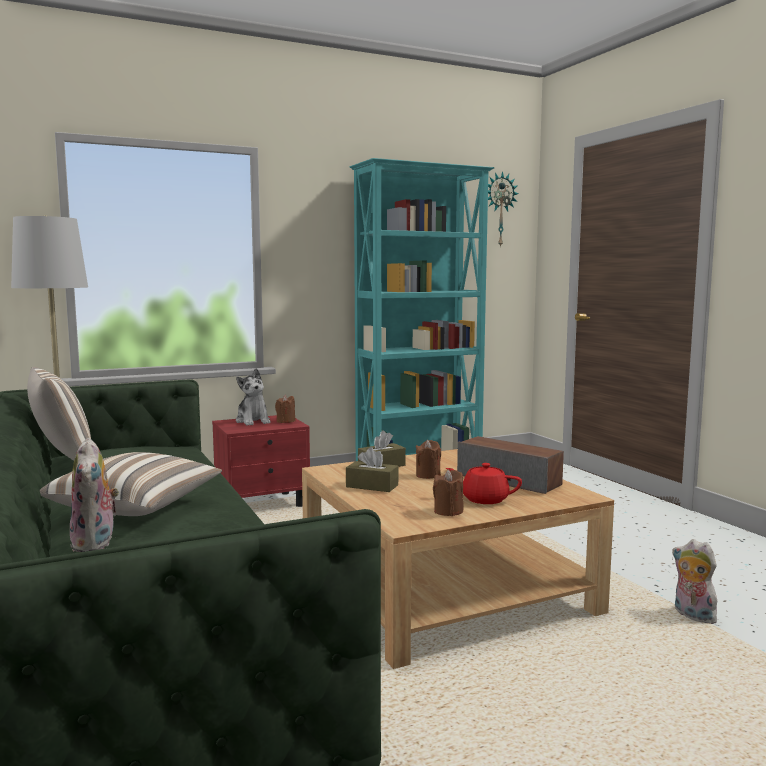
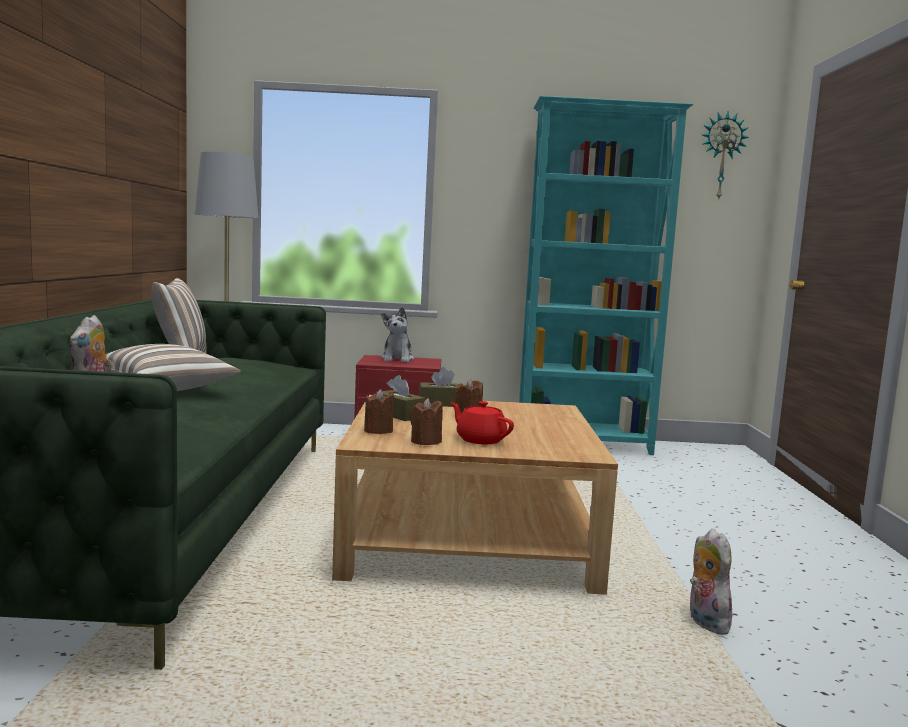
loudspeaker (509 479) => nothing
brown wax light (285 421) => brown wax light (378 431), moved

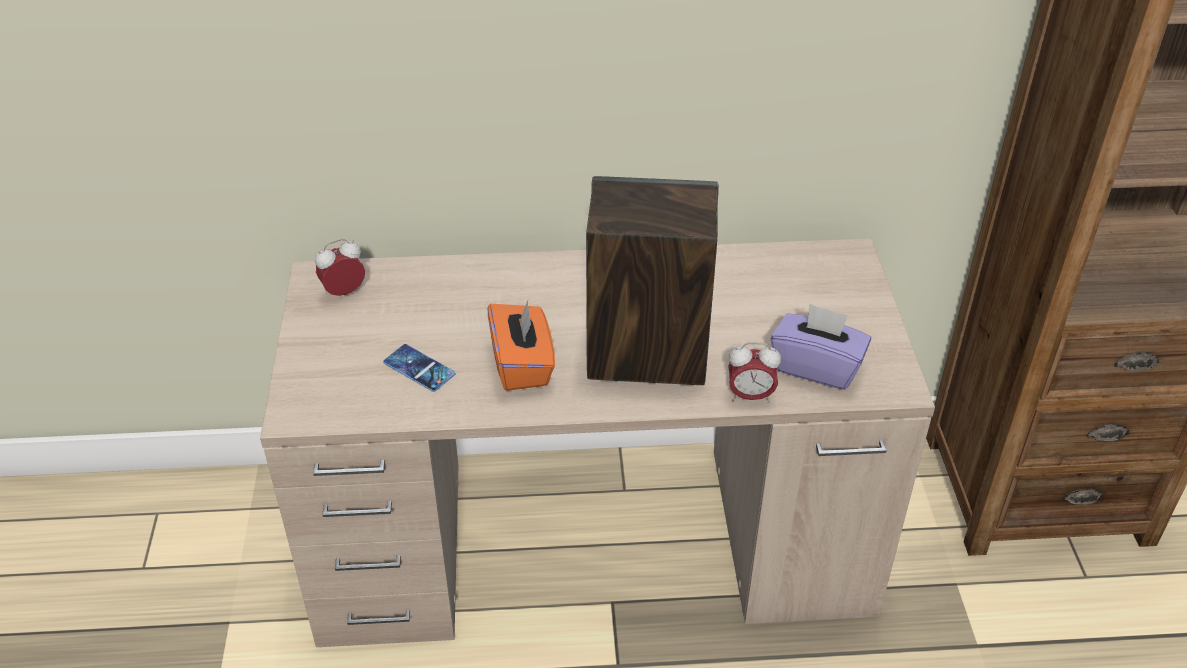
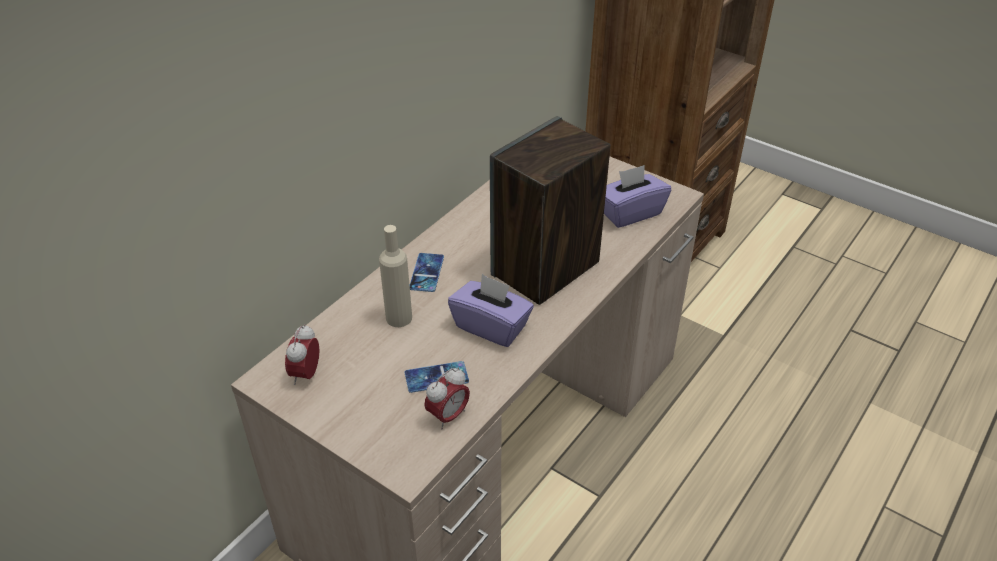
nothing => beige-coloured beverage bottle (399 318)
nothing => handset (426 272)
table clock (750 396) => table clock (448 416), moved
orangey box of tissues (522 365) => purple-coloured box of tissues (491 326)

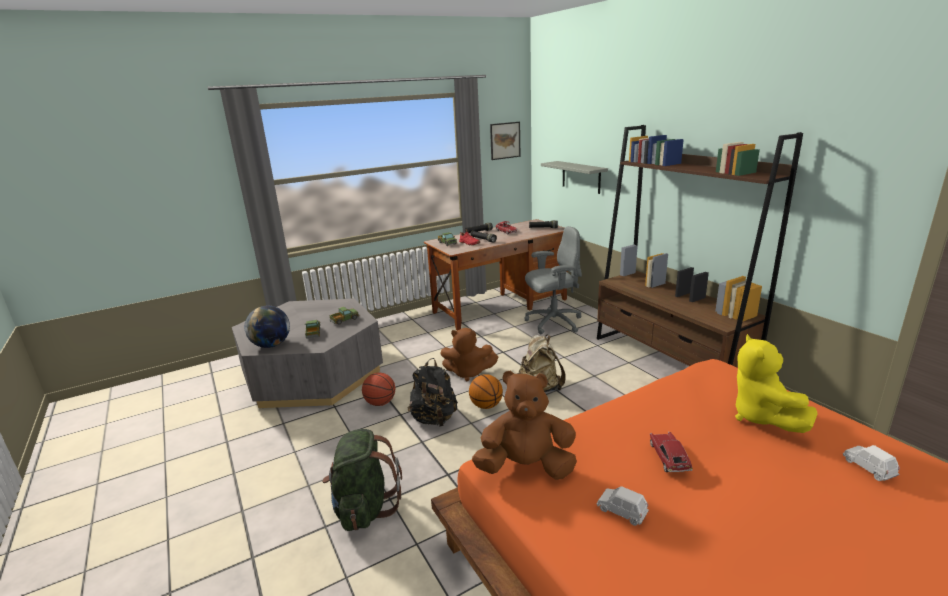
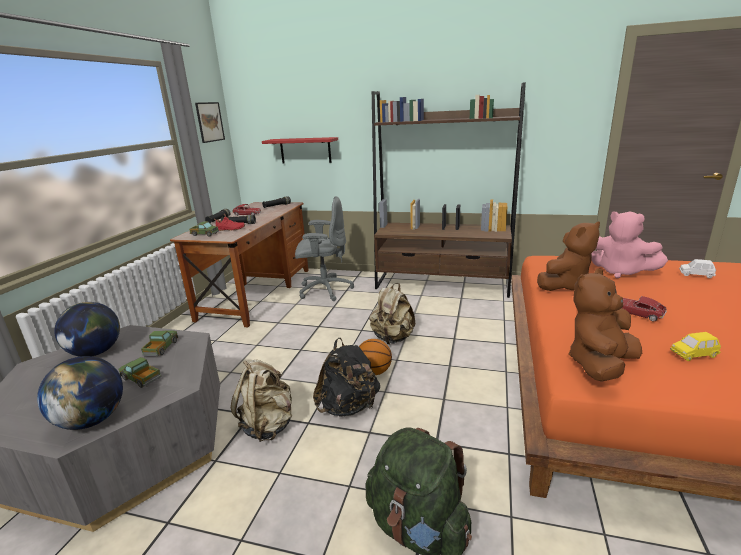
nothing => world globe (96 352)
brown soft toy (468 373) => brown soft toy (565 285), moved
basketball ball (380 403) => beige-coloured backpack (268 425)
greyish shelf (581 177) => red-coloured shelf (305 150)
white toy car (621 512) => yellow toy car (693 355)
yellow soft toy (762 417) => pinkish soft toy (620 272)
greyish desk chair (553 323) => greyish desk chair (324 290), 60 degrees clockwise

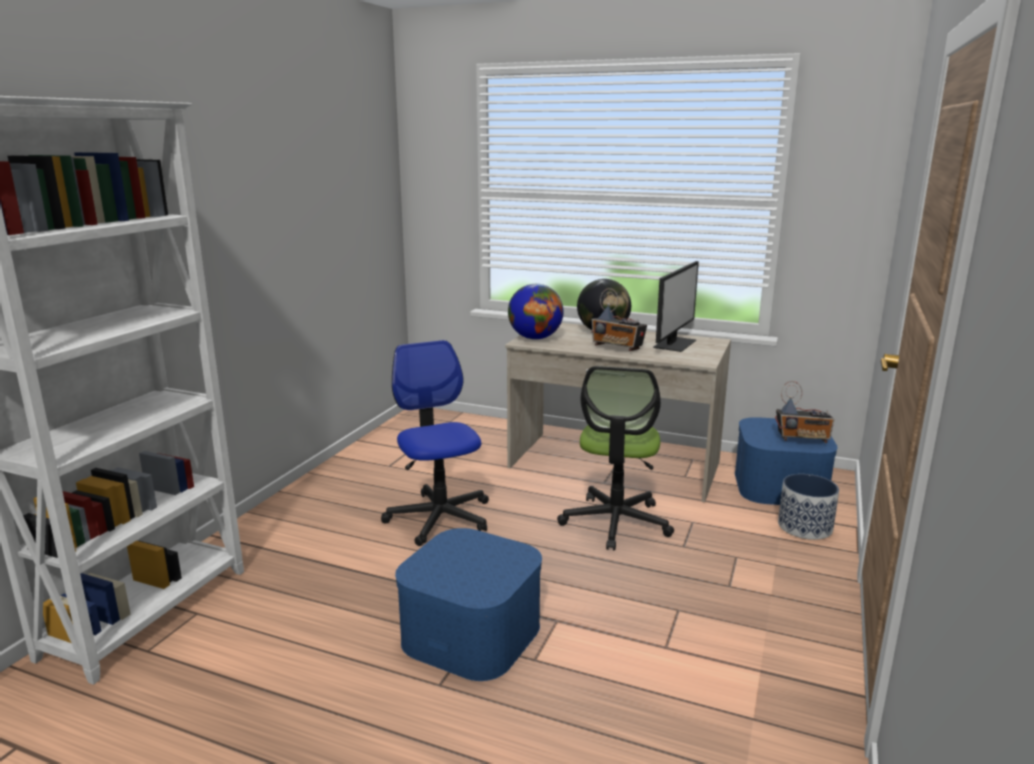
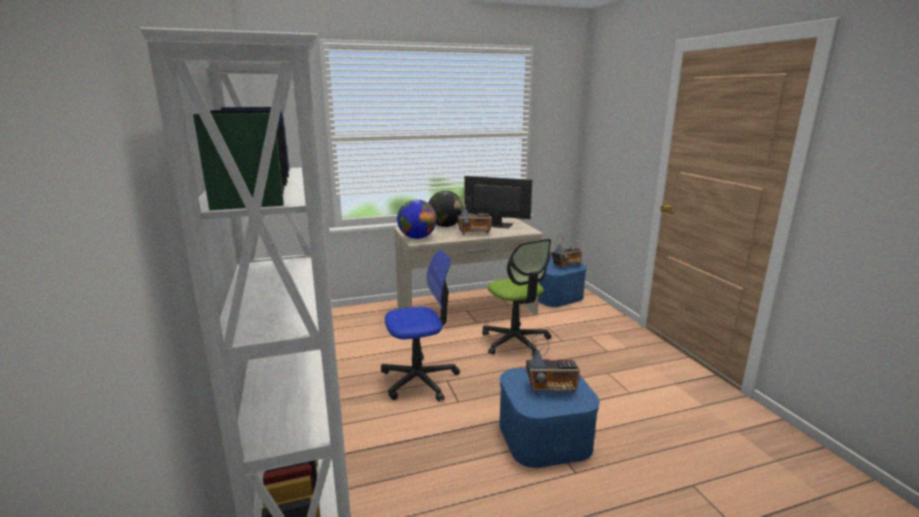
flower pot (805 527) => nothing
nothing => radio receiver (552 388)
desk chair (439 518) => desk chair (419 380), 135 degrees clockwise
monitor (674 343) => monitor (496 225), 60 degrees counterclockwise

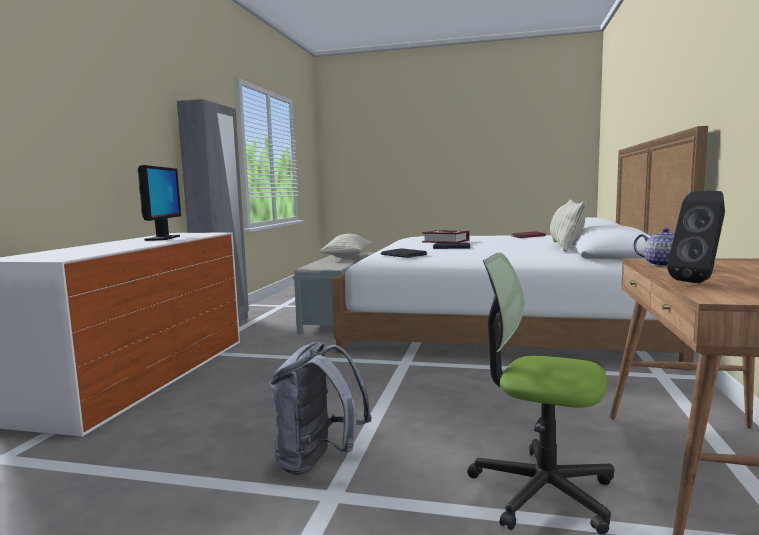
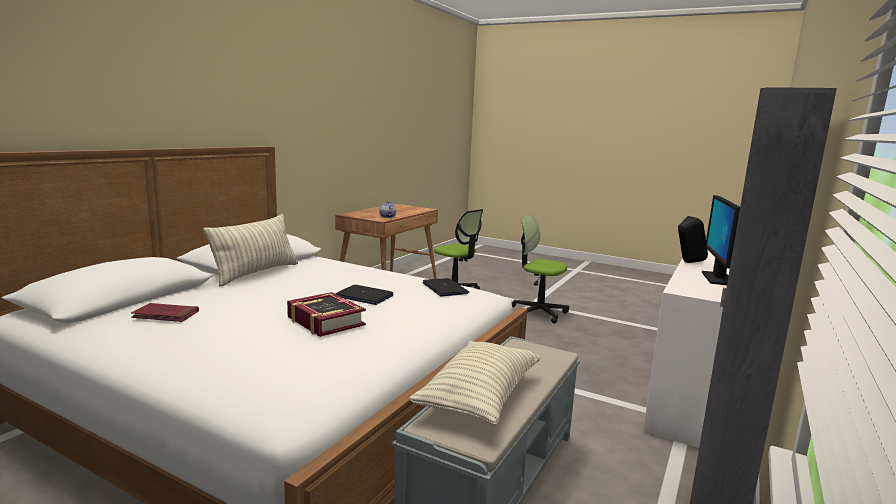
black loudspeaker (699 282) => black loudspeaker (687 262), moved
greyish backpack (318 462) => desk chair (538 312)

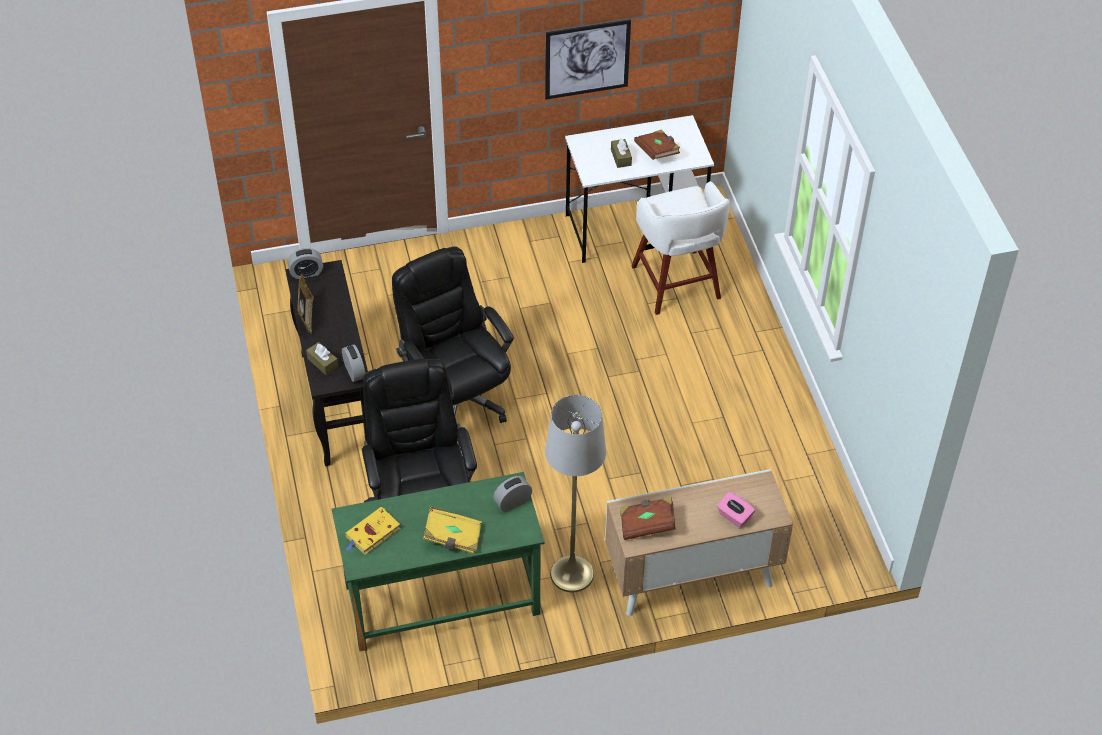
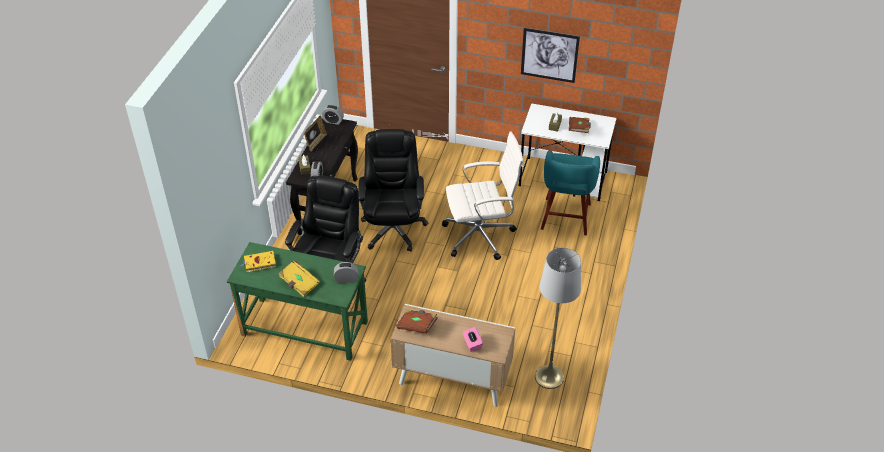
nothing => white desk chair (481 235)
greyish standing lamp (572 574) => greyish standing lamp (549 377), moved
white stool seat (676 284) => blue-green stool seat (565 218)

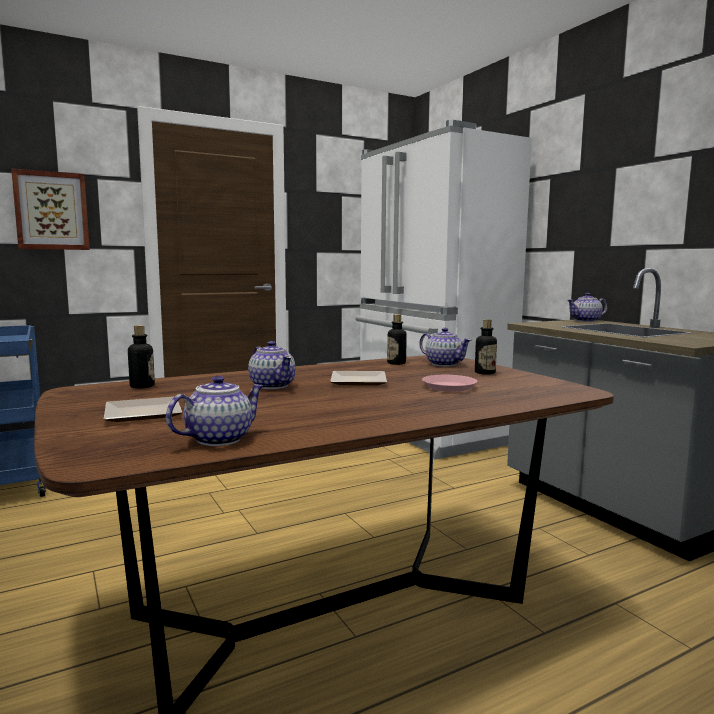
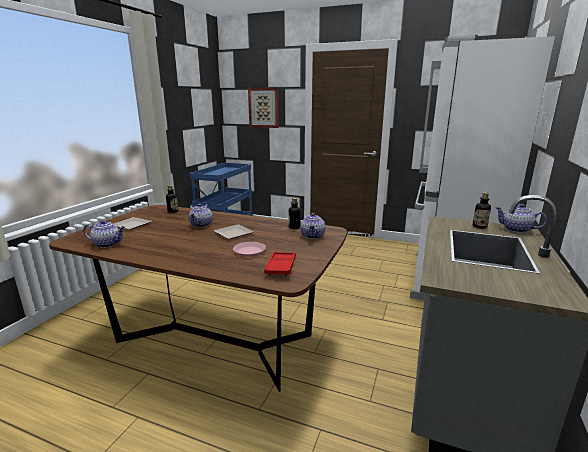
nothing => red-coloured serving tray (281 267)
beverage bottle (485 373) => beverage bottle (479 226), moved

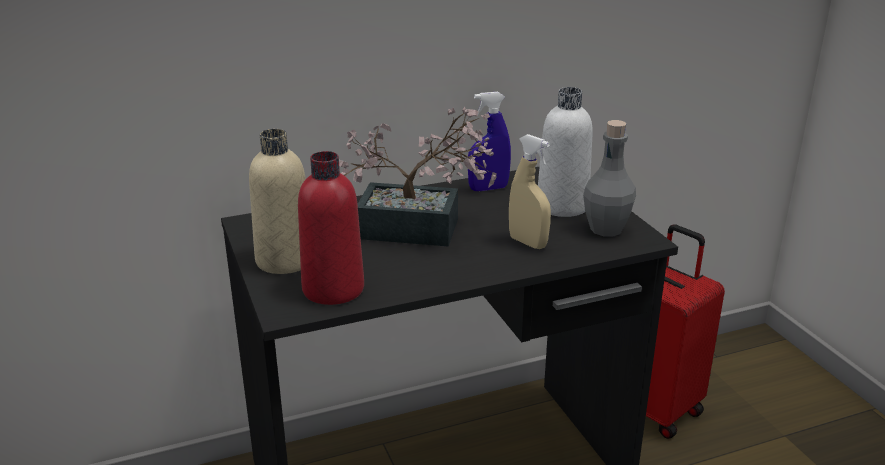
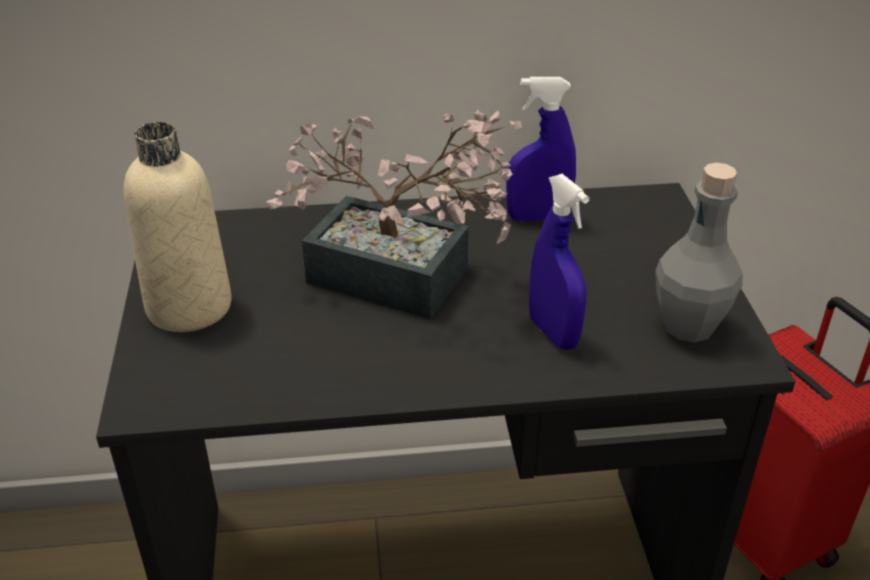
red-coloured beverage bottle (333 289) => nothing
white beverage bottle (562 206) => nothing
beige-coloured sprayer (528 242) => blue sprayer (553 332)

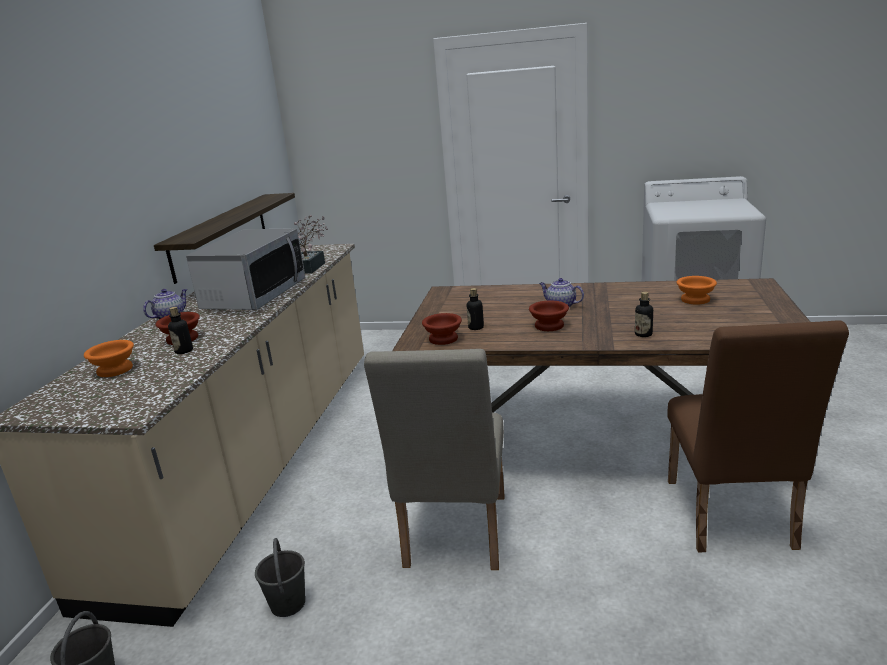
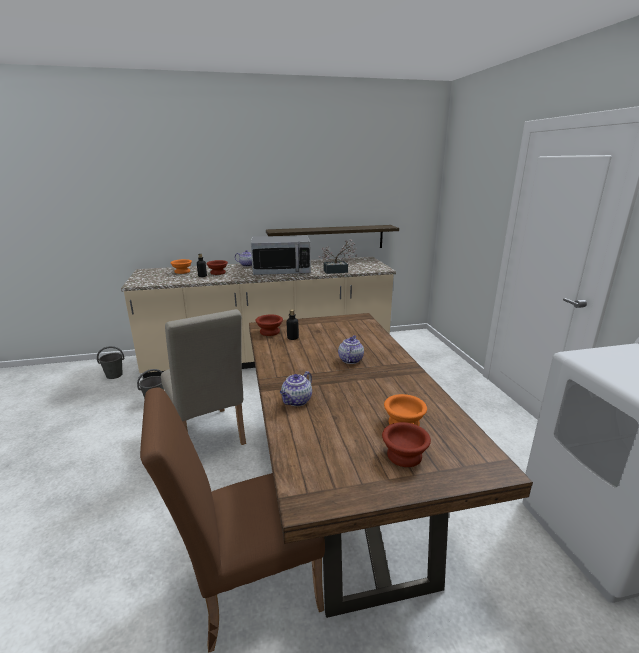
brown deep dish (548 326) => brown deep dish (403 455), moved
beverage bottle (643 334) => pot for tea (296 401)
beige-coloured chair (454 537) => beige-coloured chair (208 438), 105 degrees counterclockwise

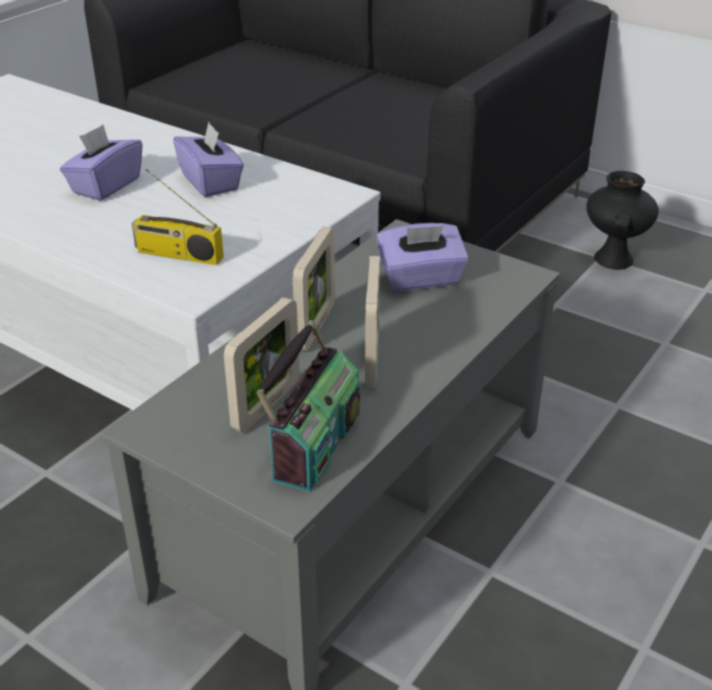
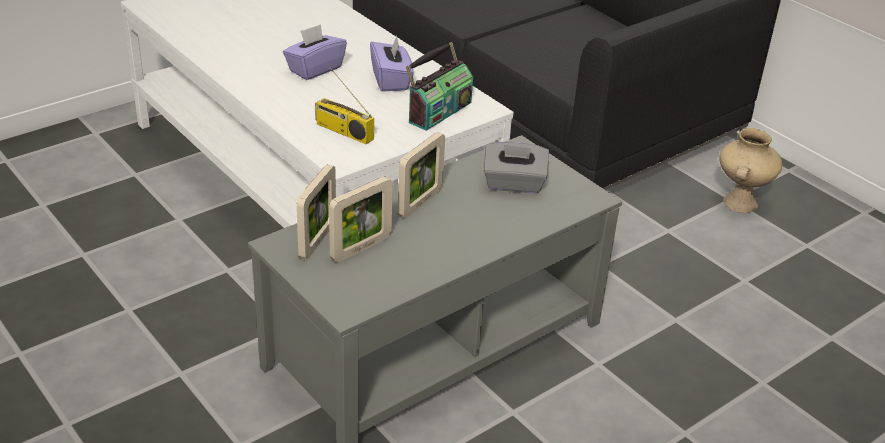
radio receiver (313 443) => radio receiver (438 111), moved
picture frame (372 361) => picture frame (317 240), moved
purple-coloured box of tissues (420 279) => greyish box of tissues (514 184)
black vase (612 259) => beige-coloured vase (739 202)

